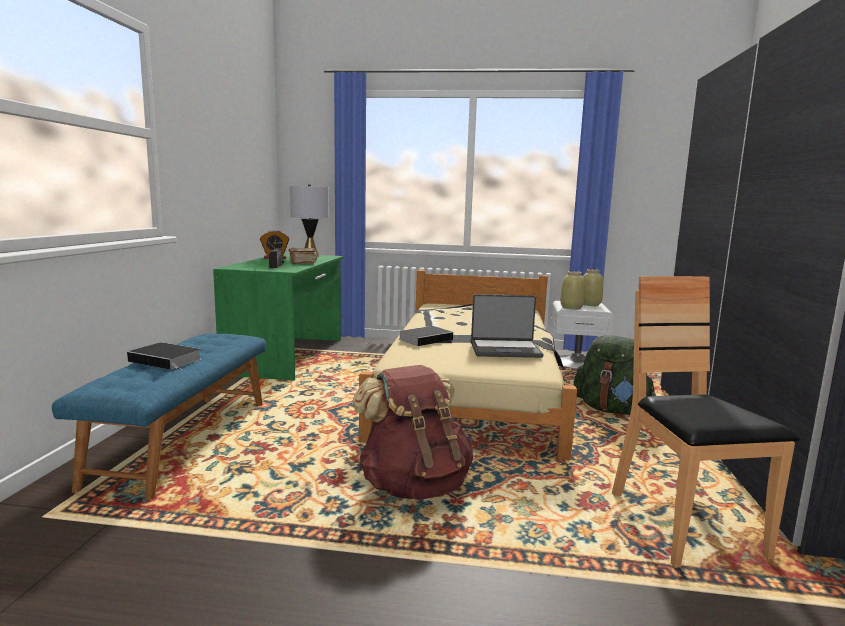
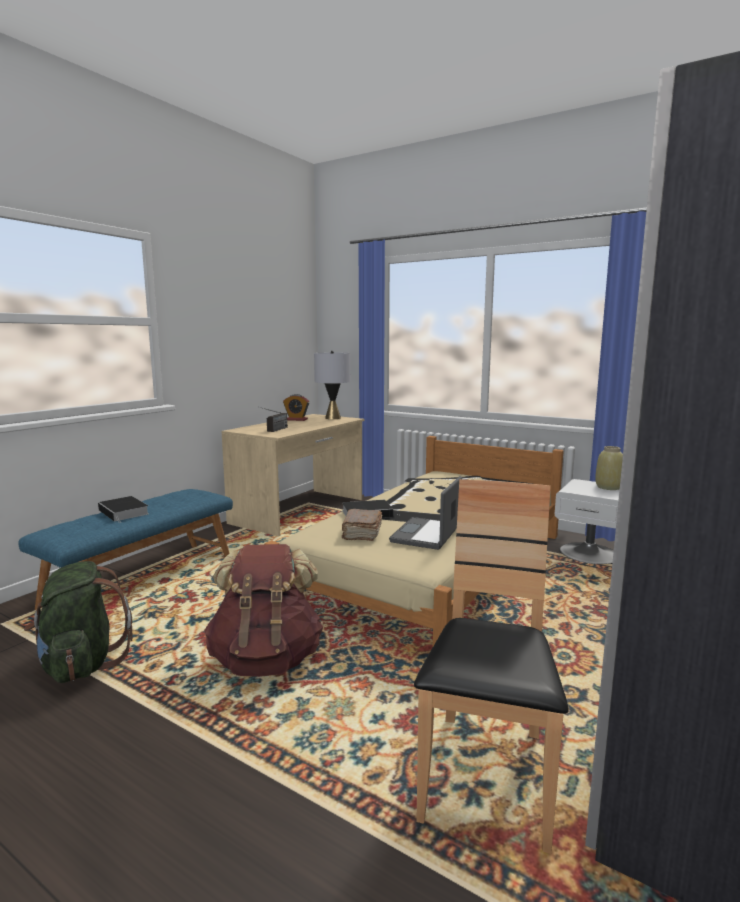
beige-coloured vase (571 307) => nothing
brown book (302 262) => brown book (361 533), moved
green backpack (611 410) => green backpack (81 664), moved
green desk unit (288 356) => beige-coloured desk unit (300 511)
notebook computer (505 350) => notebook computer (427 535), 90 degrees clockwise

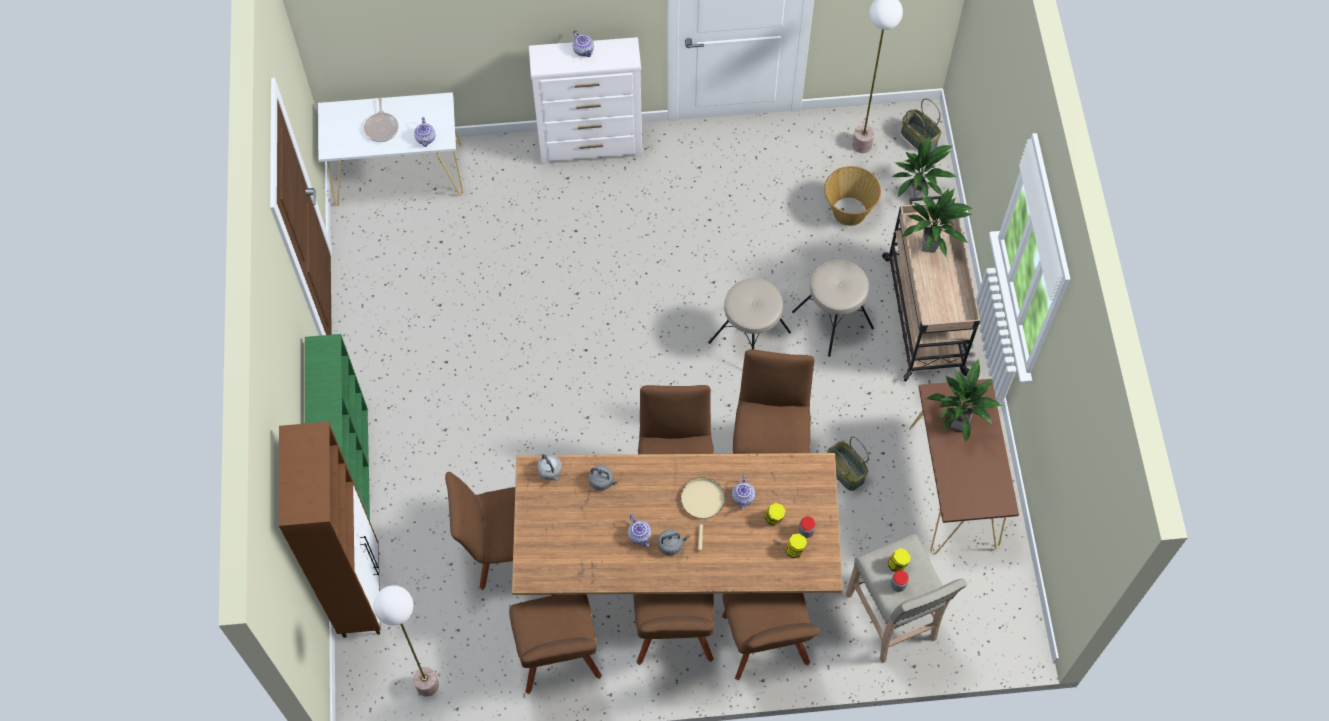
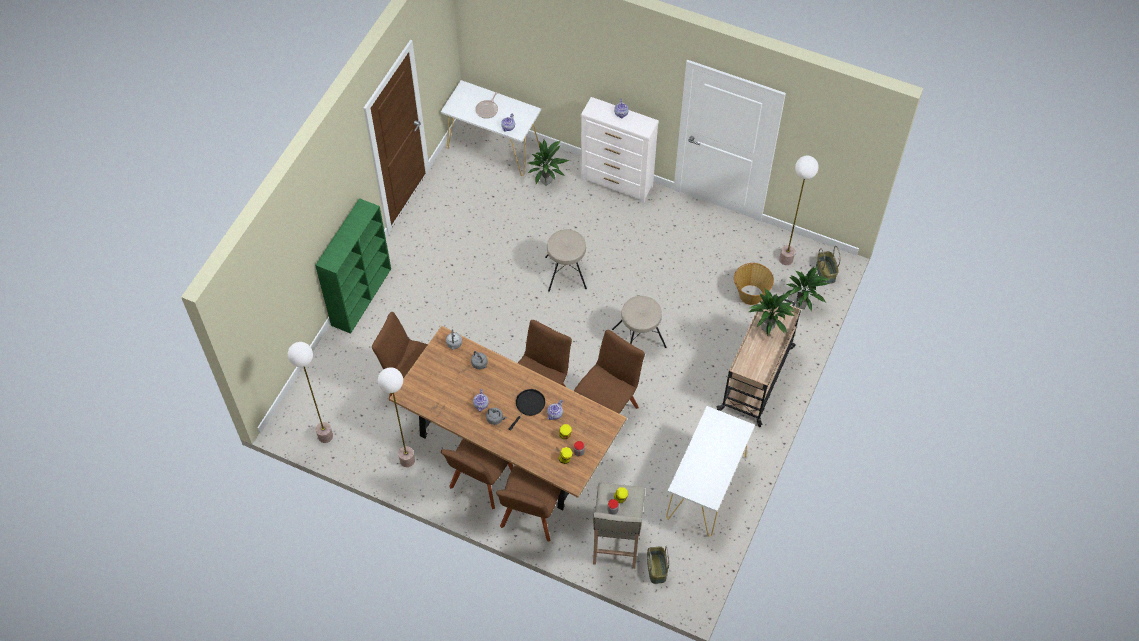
brown cupboard (361 593) => nothing
beige-coloured stool seat (833 319) => beige-coloured stool seat (566 272), moved
basket (844 471) => basket (656 568), moved
houseplant (959 423) => houseplant (547 181), moved
brown chair (558 658) => standing lamp (407 460)
beige-coloured pan (702 503) => black pan (529 405)
brown hall table (953 487) => white hall table (706 487)

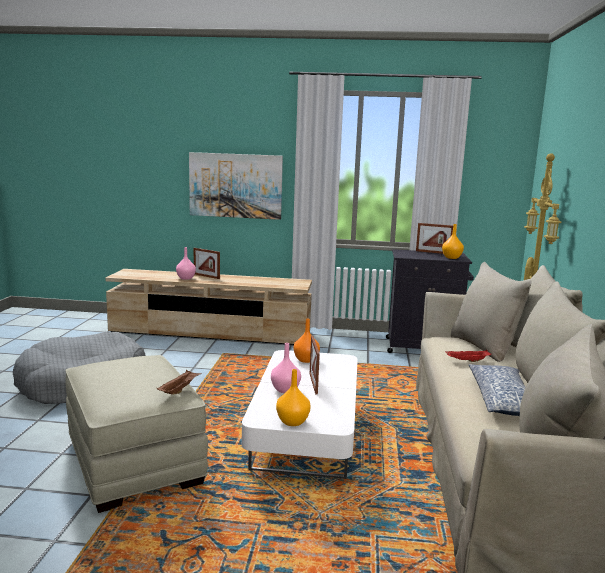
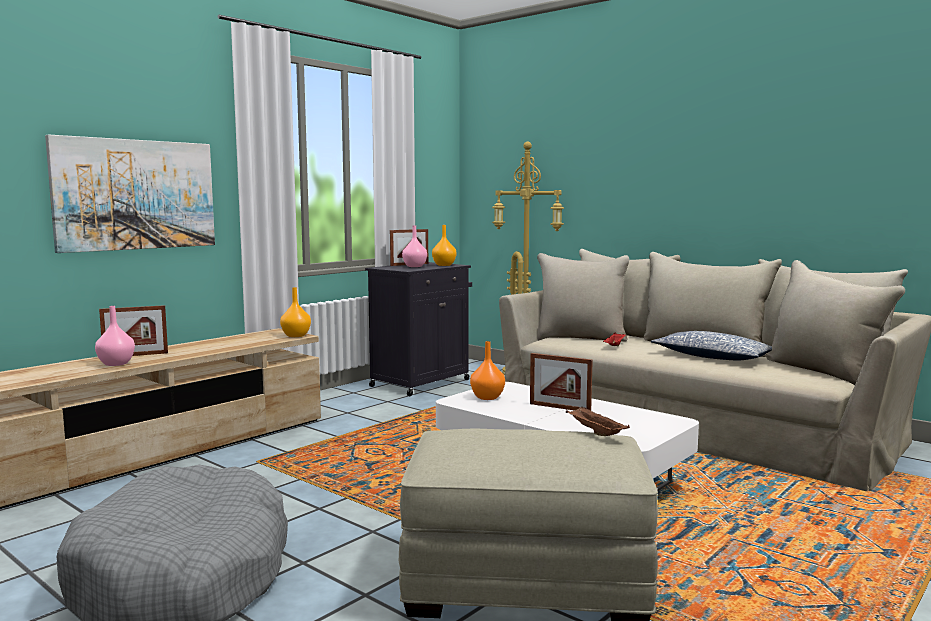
pinkish vase (284 390) => pinkish vase (414 266), moved
orangey vase (292 422) => orangey vase (296 336), moved

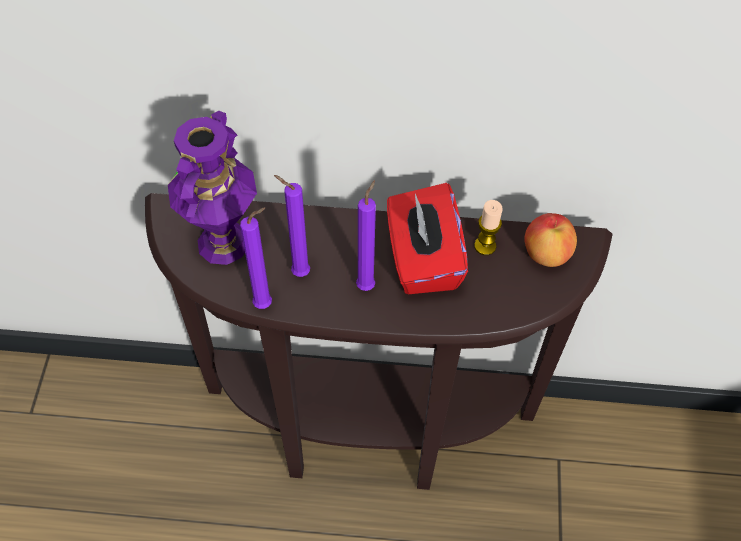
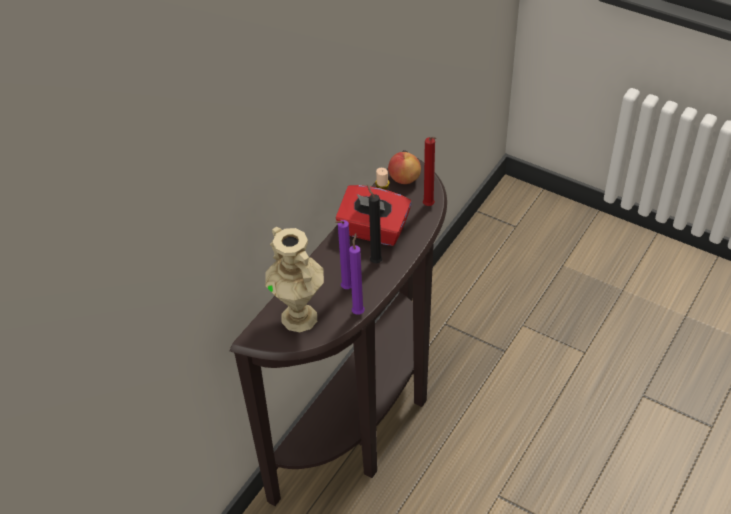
nothing => red-coloured wax light (429 206)
purple-coloured vase (224 243) => beige-coloured vase (300 317)
purple-coloured wax light (367 284) => black wax light (375 261)

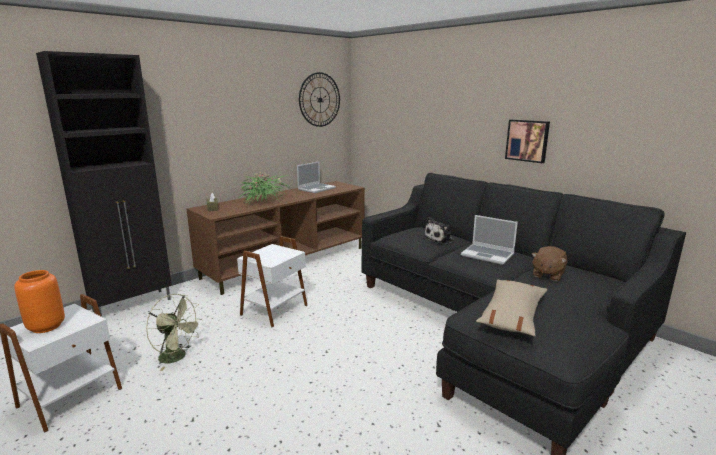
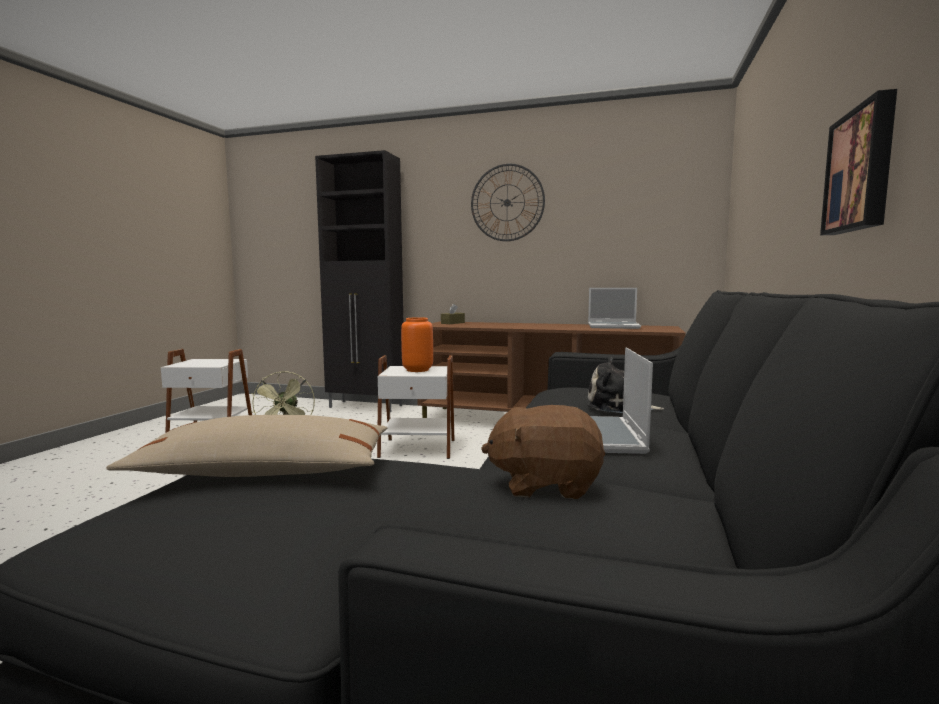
houseplant (263 201) => nothing
orangey vase (46 326) => orangey vase (418 370), moved
hanging clock (320 99) => hanging clock (507 202), moved

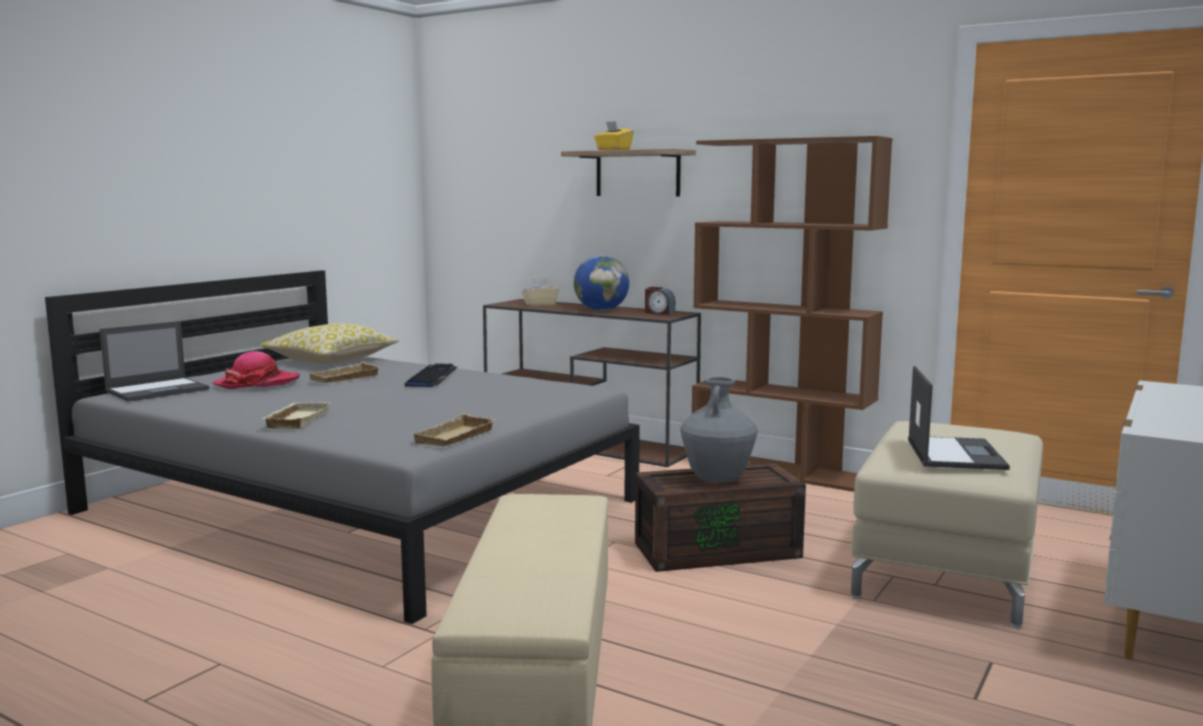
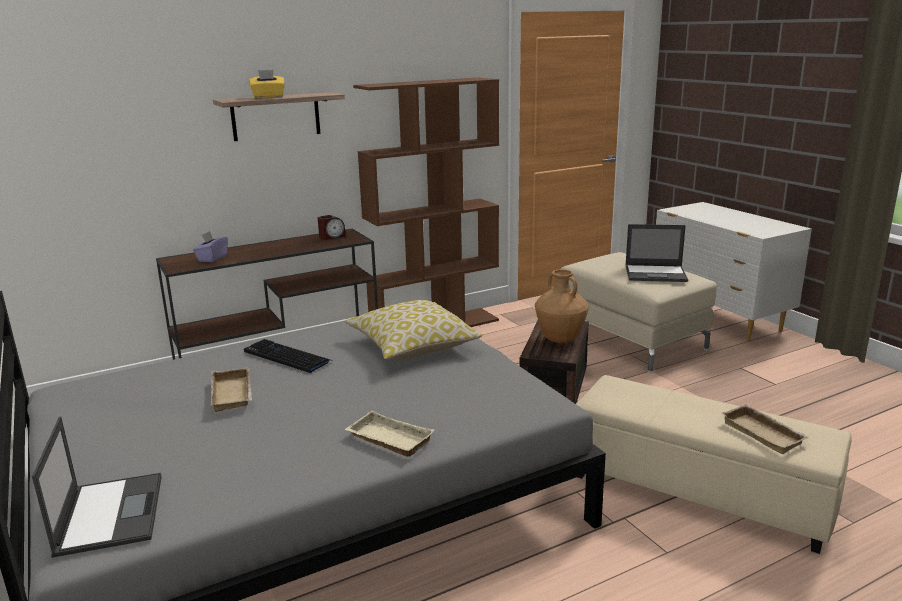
clothing hat (257 383) => nothing
world globe (601 310) => nothing
throw pillow (331 360) => throw pillow (412 346), moved
beige-coloured serving tray (456 437) => beige-coloured serving tray (765 433), moved
beige-coloured box of tissues (540 305) => purple-coloured box of tissues (212 258)
greyish vase (717 480) => brown vase (560 339)
notebook computer (954 453) => notebook computer (656 274), 150 degrees clockwise

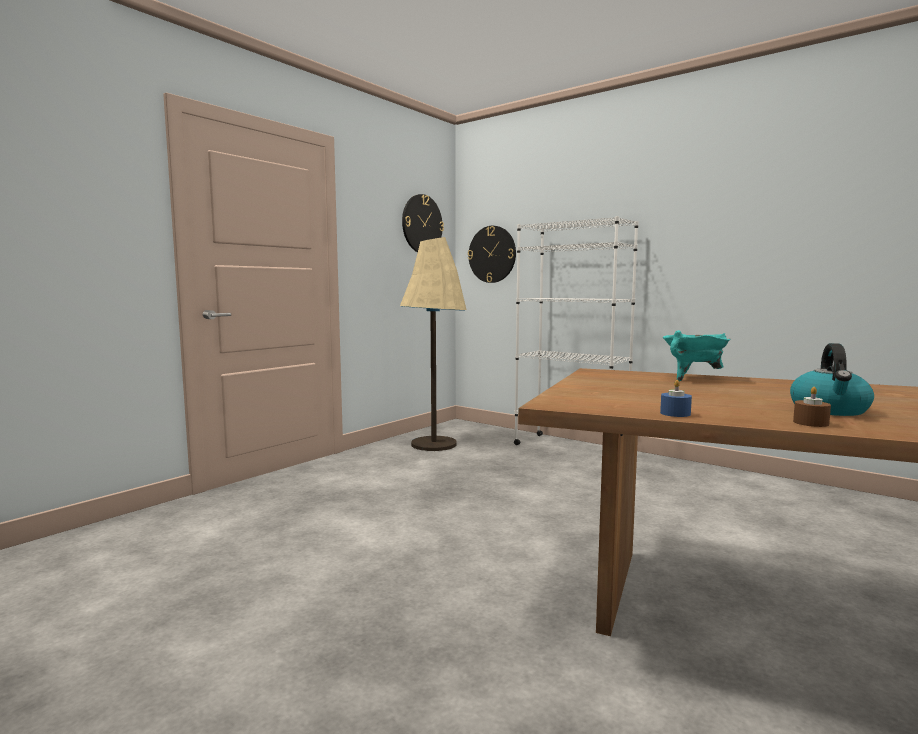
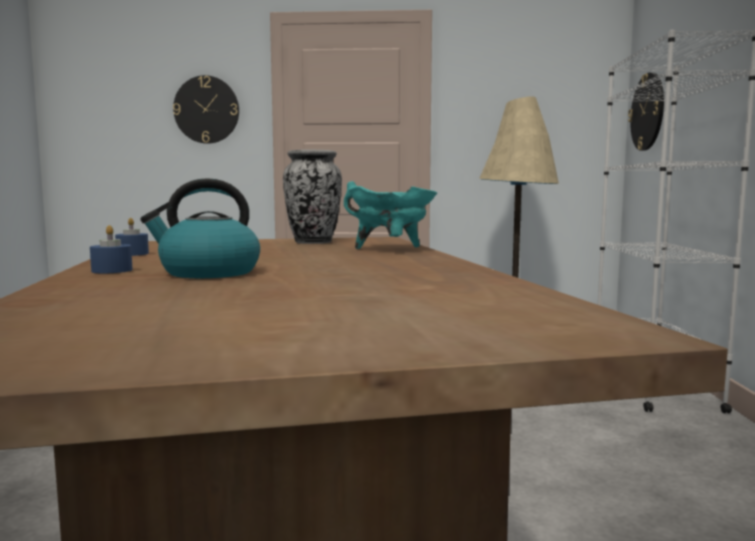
nothing => vase (313 242)
hanging clock (422 224) => hanging clock (206 110), moved
brown wax light (810 423) => blue wax light (112 270)

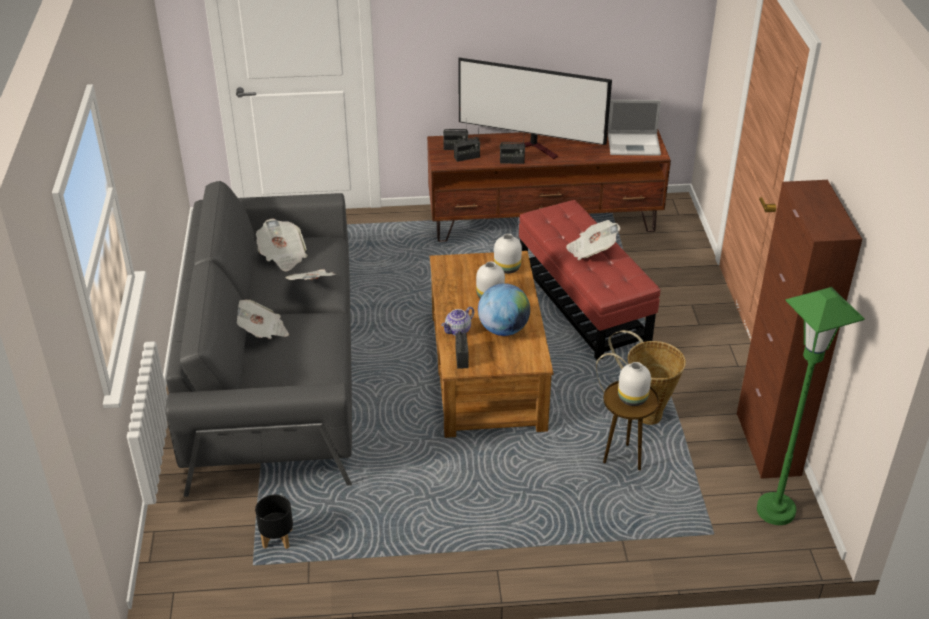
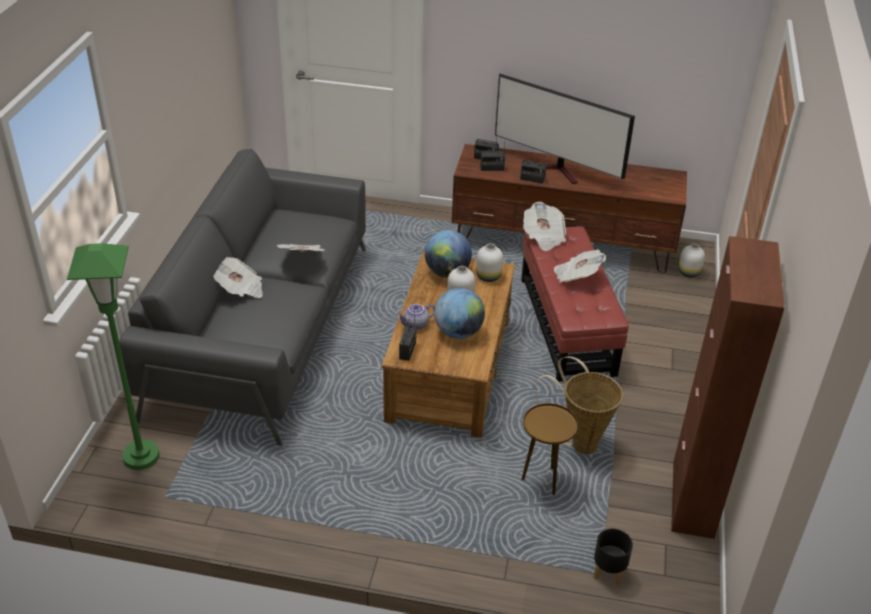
notebook computer (635 144) => nothing
nothing => world globe (447 272)
black flower pot (277 539) => black flower pot (608 572), moved
printed paper (283 256) => printed paper (543 237), moved
white vase (631 398) => white vase (688 272), moved
green standing lamp (775 510) => green standing lamp (141 456), moved

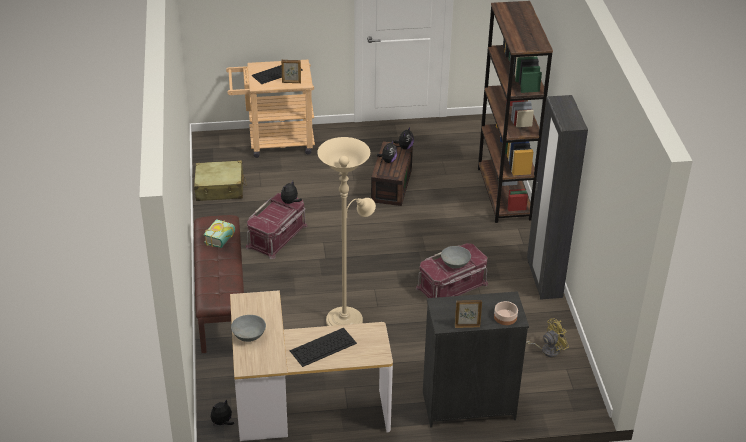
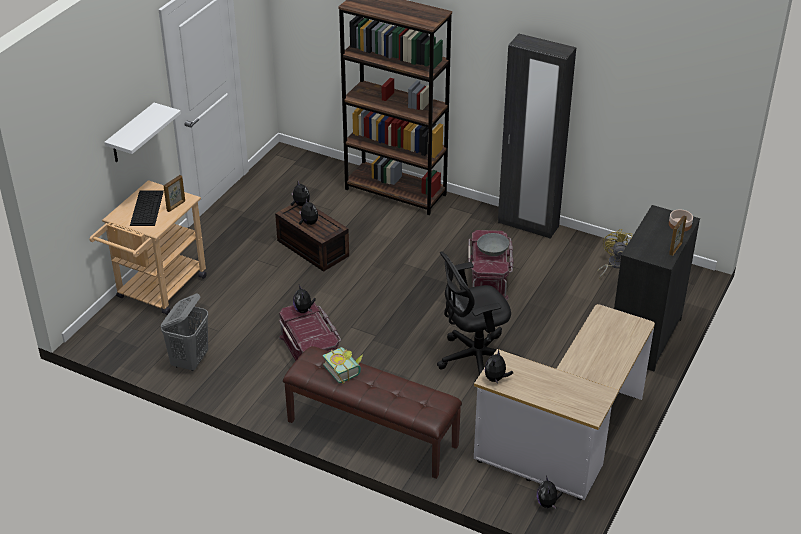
greyish deep dish (249 335) => nothing
keyboard (322 347) => nothing
nothing => white shelf (131 134)
nothing => soft toy (496 379)
beige-coloured travel case (220 188) => greyish washing basket (190 361)
beige-coloured standing lamp (347 318) => black desk chair (474 359)

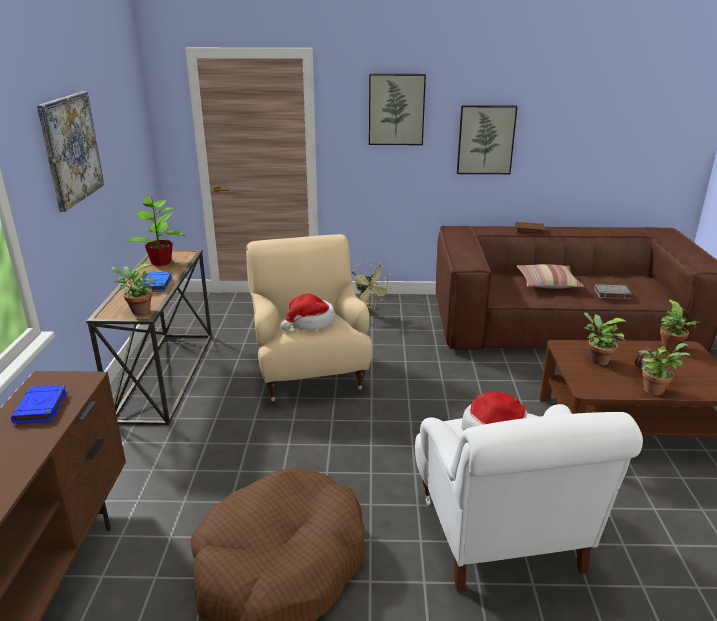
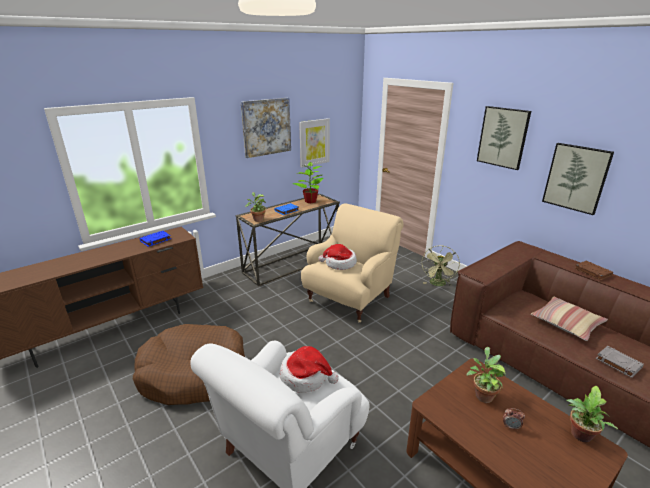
houseplant (654 389) => nothing
nothing => picture (314 142)

